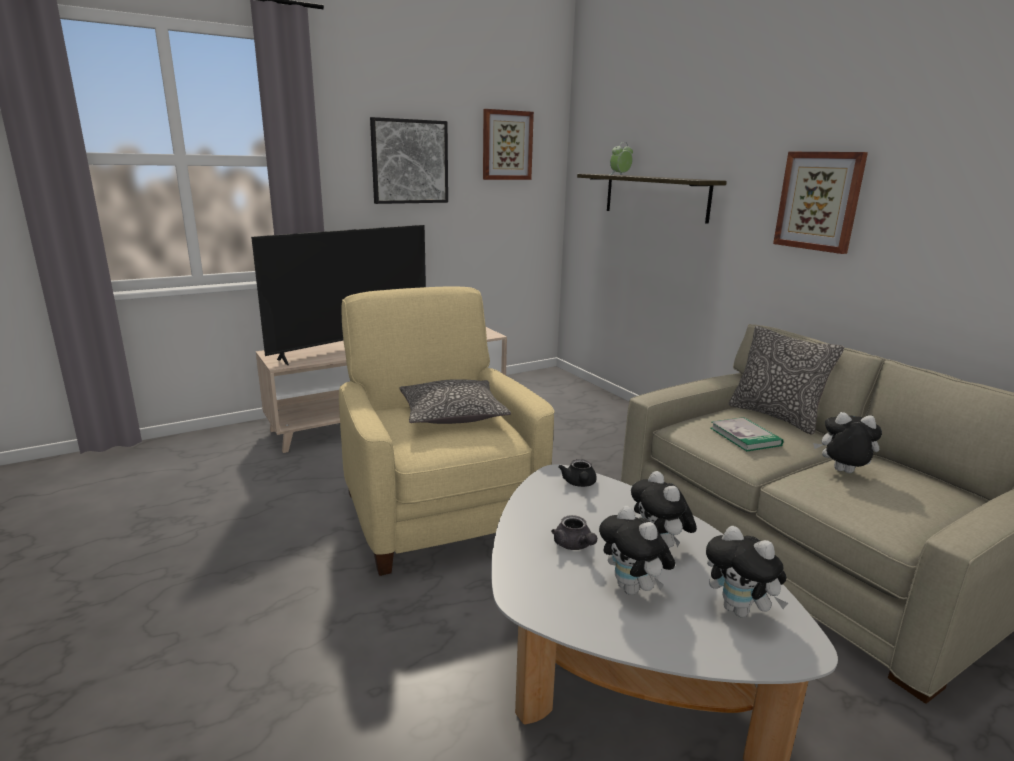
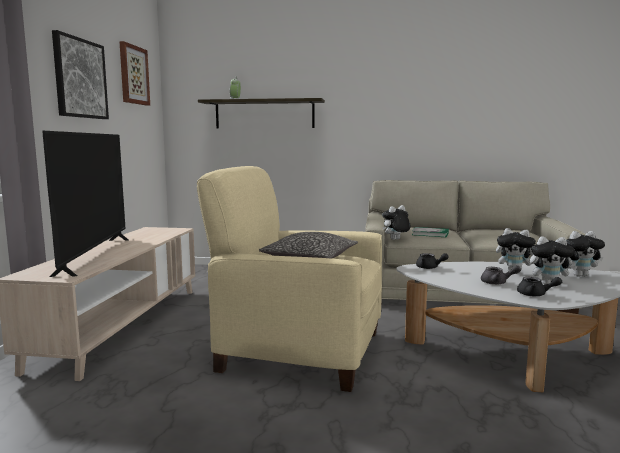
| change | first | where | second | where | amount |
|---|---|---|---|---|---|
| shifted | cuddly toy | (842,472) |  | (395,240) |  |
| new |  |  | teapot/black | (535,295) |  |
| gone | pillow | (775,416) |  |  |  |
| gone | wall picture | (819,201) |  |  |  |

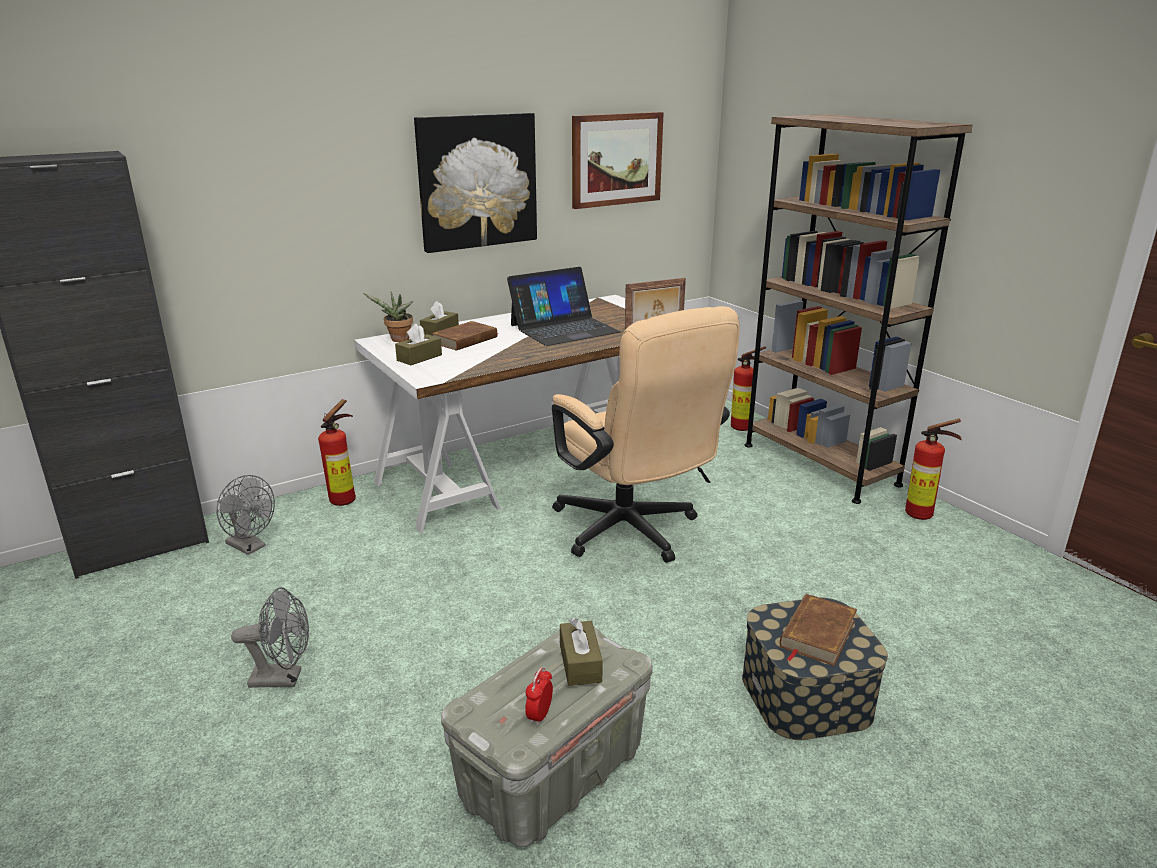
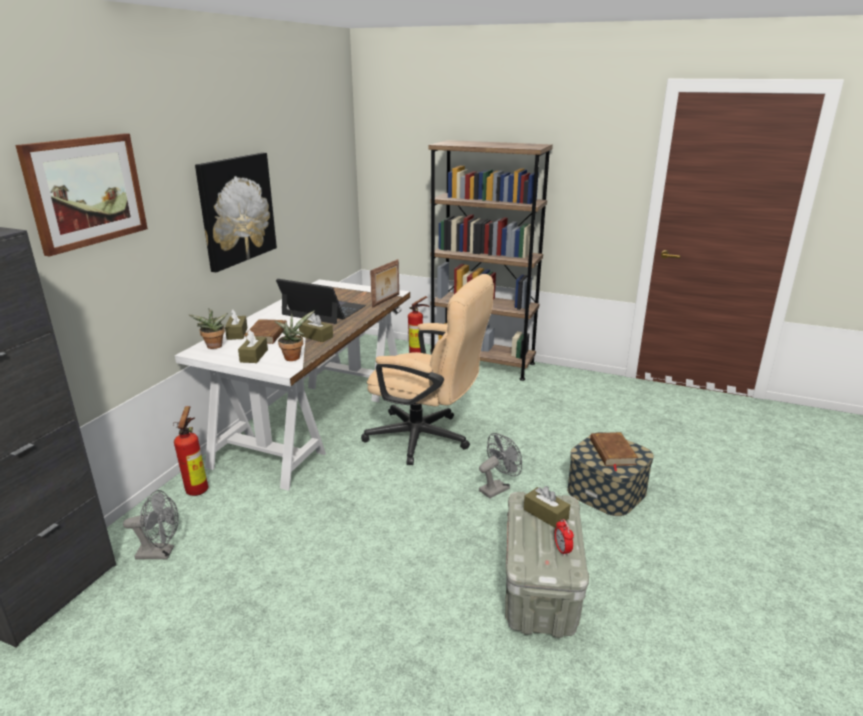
| change | first | where | second | where | amount |
|---|---|---|---|---|---|
| shifted | wall picture | (616,159) |  | (86,191) |  |
| new |  |  | plant in a pot | (293,357) |  |
| rotated | notebook computer | (564,328) |  | (323,310) | 90 degrees counterclockwise |
| new |  |  | box of tissues/brown-coloured | (316,336) |  |
| shifted | electric fan/grey | (284,678) |  | (497,488) |  |
| gone | fire extinguisher | (923,515) |  |  |  |

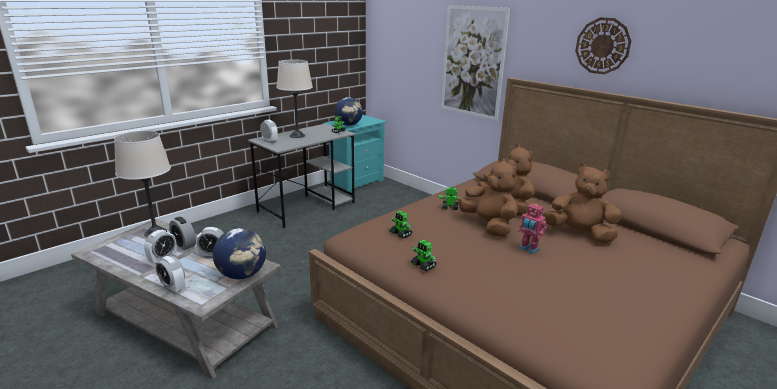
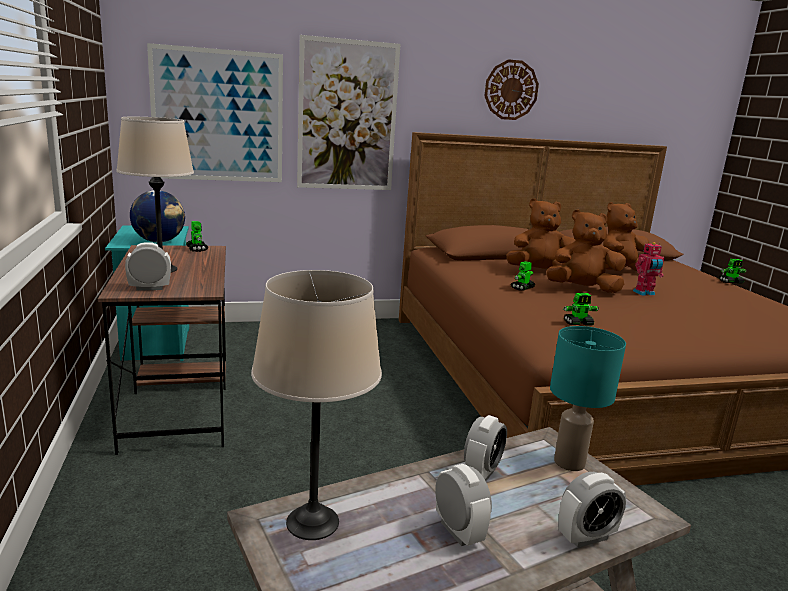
| change | first | where | second | where | amount |
|---|---|---|---|---|---|
| repainted | desk unit/grey | (307,207) | desk unit/brown-coloured | (178,404) |  |
| new |  |  | wall picture | (218,116) |  |
| swapped | desk globe | (242,275) | lamp for a table/blue-green | (568,462) |  |
| shifted | robot figure | (423,265) |  | (731,282) |  |
| gone | table clock | (184,244) |  |  |  |

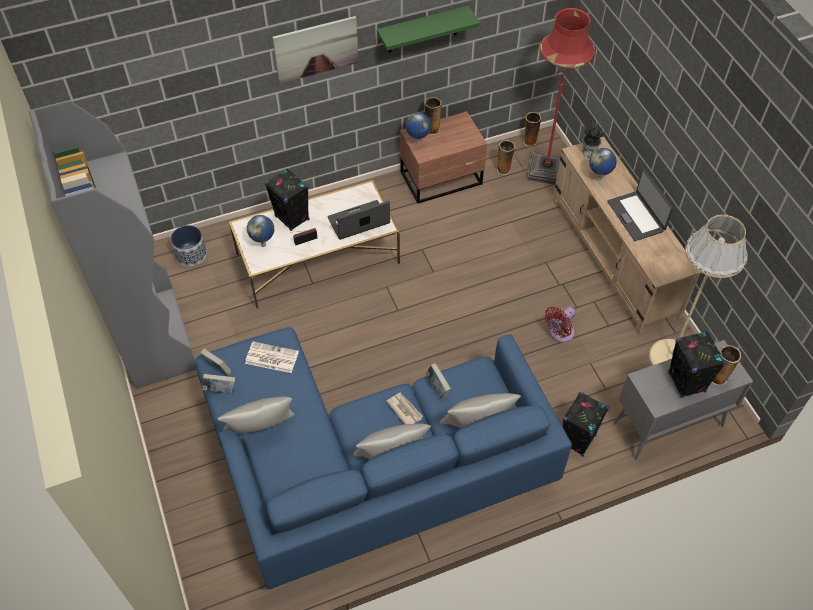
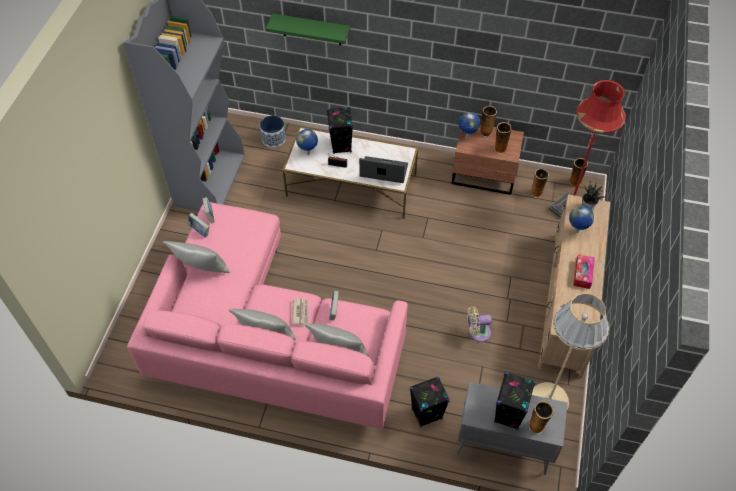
| change | first | where | second | where | amount |
|---|---|---|---|---|---|
| repainted | settee/bluish | (365,469) | settee/pink-coloured | (267,342) |  |
| shifted | bracket shelf/green | (422,30) |  | (311,29) |  |
| repainted | electric fan/red-coloured | (560,333) | electric fan/beige | (477,333) |  |
| new |  |  | decorative vase | (499,149) |  |
| swapped | notebook computer | (636,216) | box of tissues | (582,274) |  |
| gone | daily paper | (271,358) |  |  |  |
| gone | wall picture | (316,49) |  |  |  |

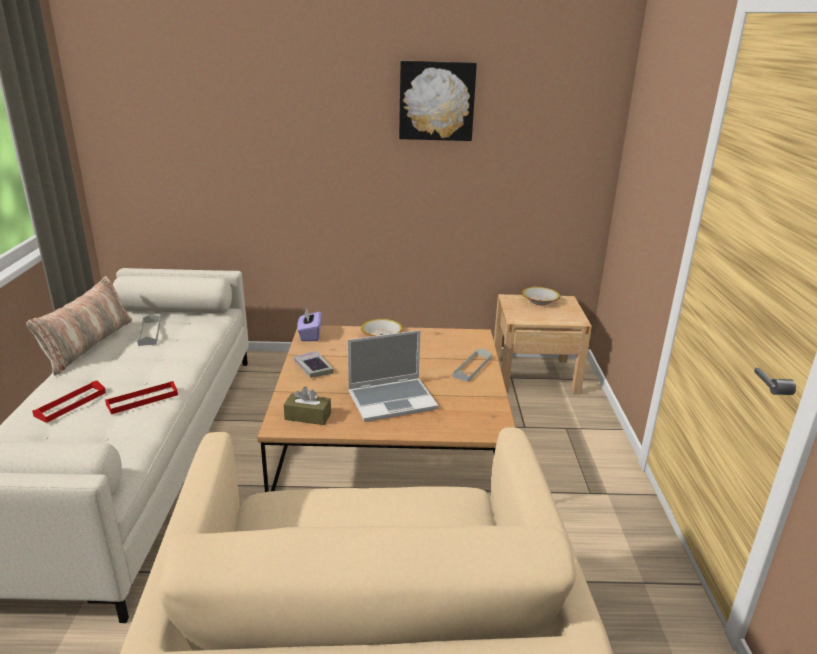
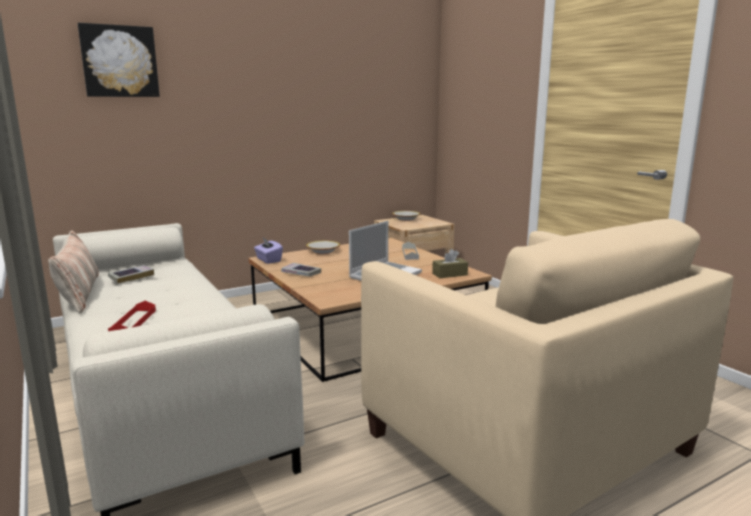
| change | first | where | second | where | amount |
|---|---|---|---|---|---|
| shifted | wall picture | (436,101) |  | (119,61) |  |
| swapped | carrying tray/grey | (149,333) | bound book | (131,277) |  |
| shifted | box of tissues/brown-coloured | (308,416) |  | (449,274) |  |
| gone | carrying tray/red-coloured | (142,400) |  |  |  |

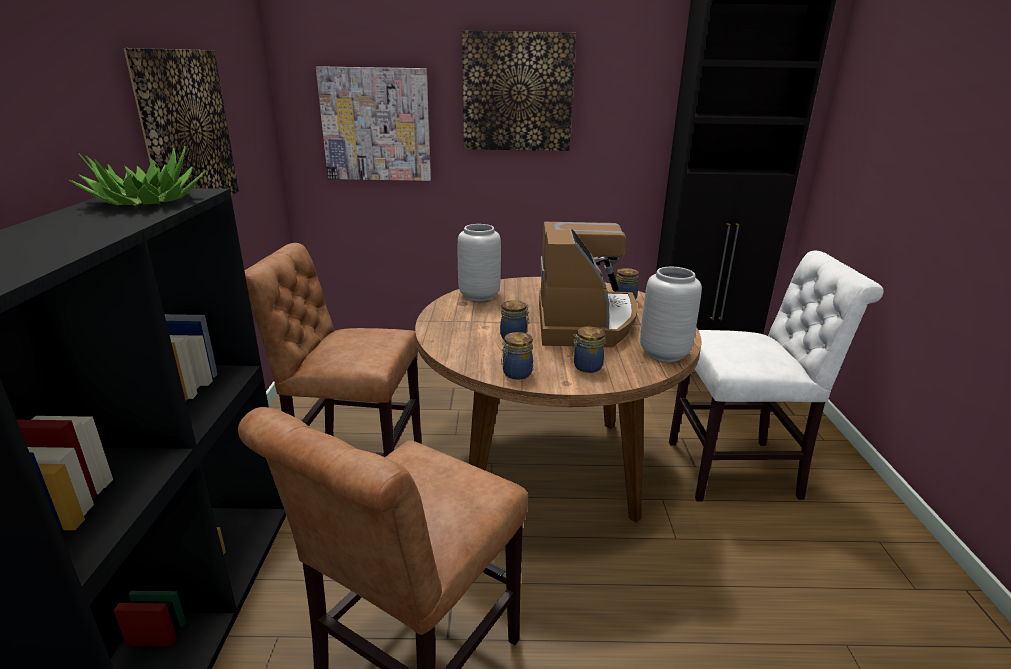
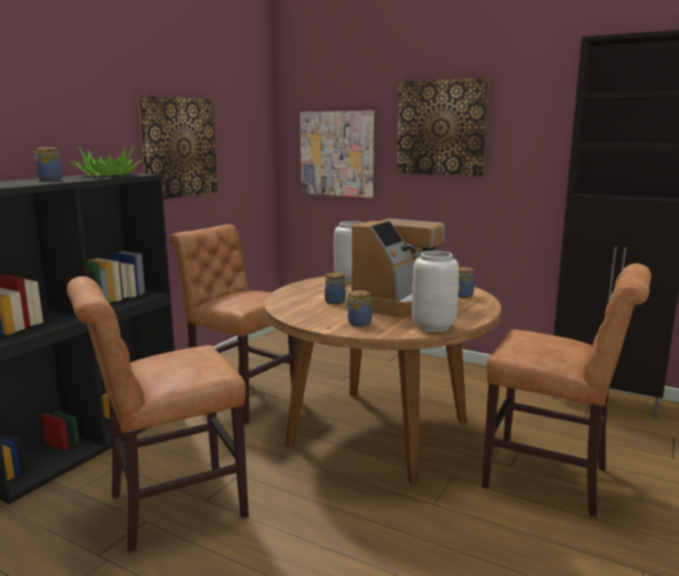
| change | first | where | second | where | amount |
|---|---|---|---|---|---|
| shifted | storage jar | (516,373) |  | (49,179) |  |
| repainted | upright chair/white-coloured | (740,470) | upright chair/brown-coloured | (553,480) |  |

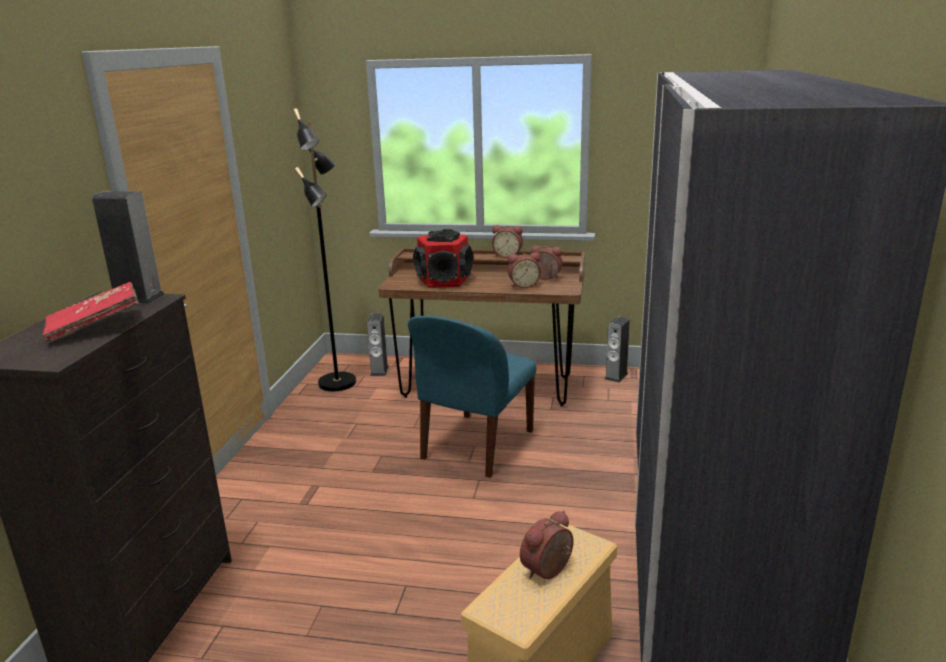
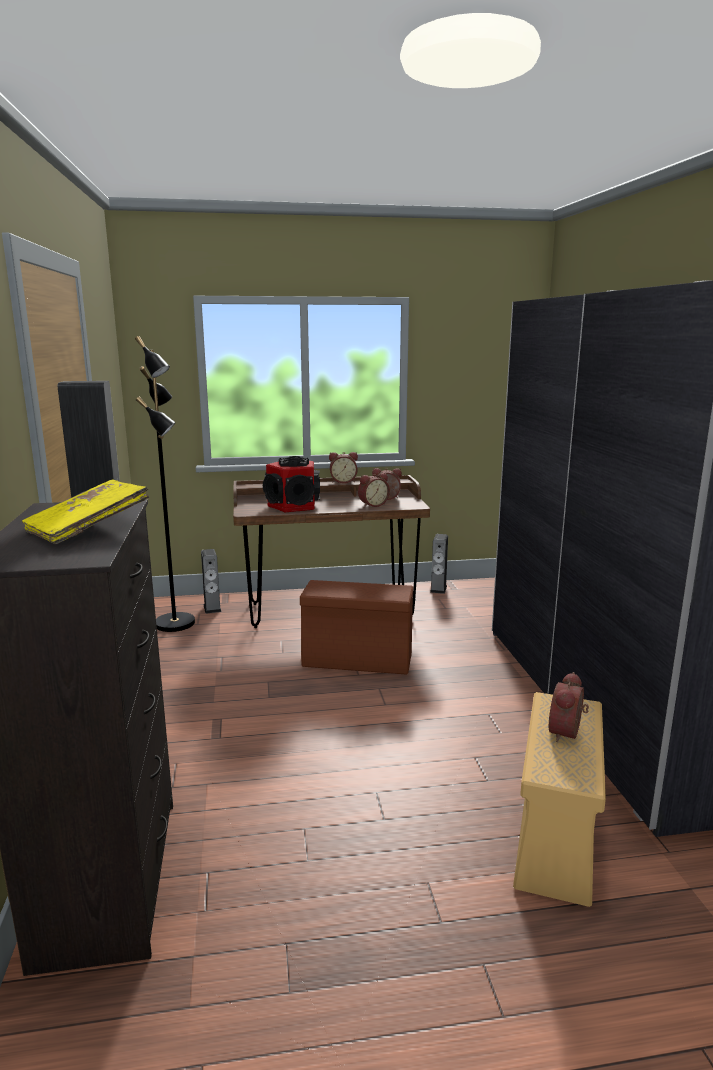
| change | first | where | second | where | amount |
|---|---|---|---|---|---|
| repainted | bound book/red-coloured | (95,327) | bound book/yellow | (88,529) |  |
| swapped | upright chair/bluish | (476,446) | storage box/brown-coloured | (355,660) |  |

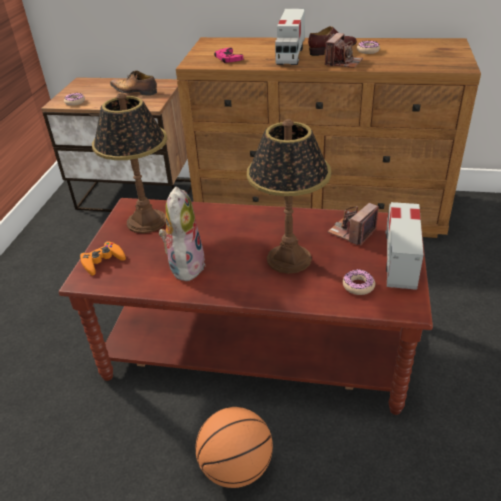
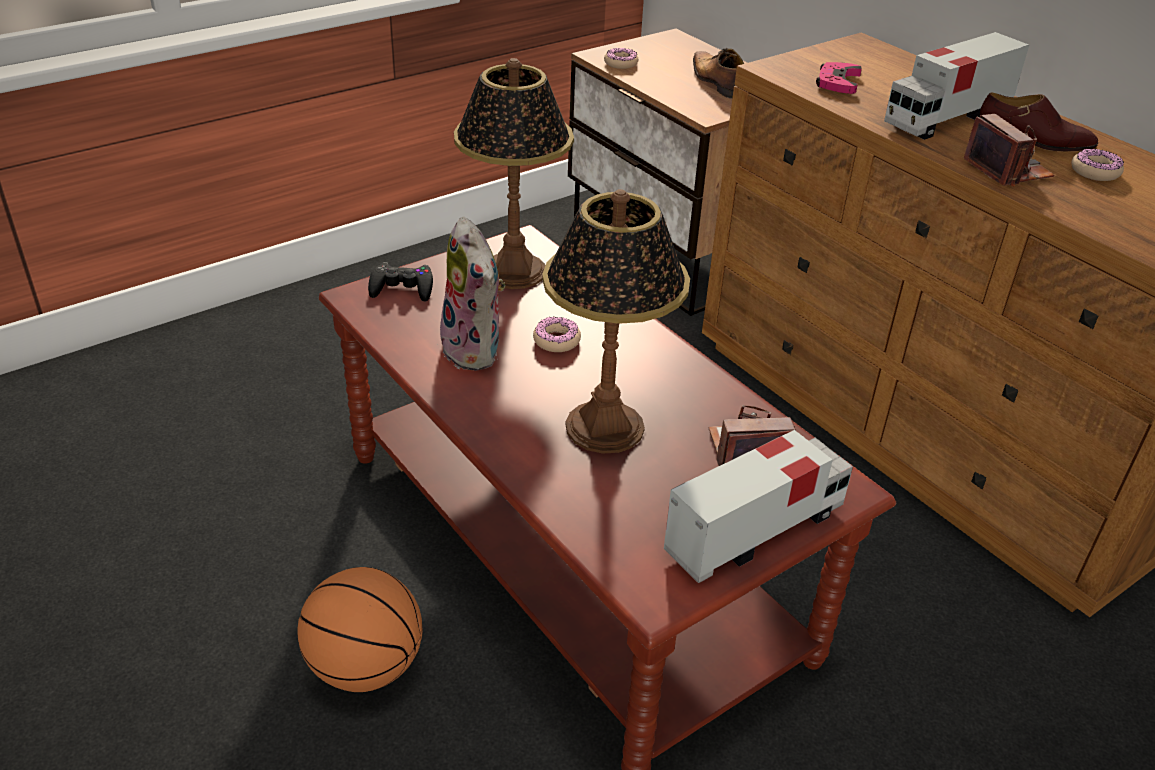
| change | first | where | second | where | amount |
|---|---|---|---|---|---|
| repainted | game controller/orange | (102,261) | game controller/black | (402,288) |  |
| rotated | cuddly toy | (185,265) |  | (476,351) | 105 degrees clockwise |
| shifted | ring doughnut | (358,286) |  | (556,340) |  |
| rotated | photo camera | (343,62) |  | (1007,170) | 90 degrees counterclockwise |

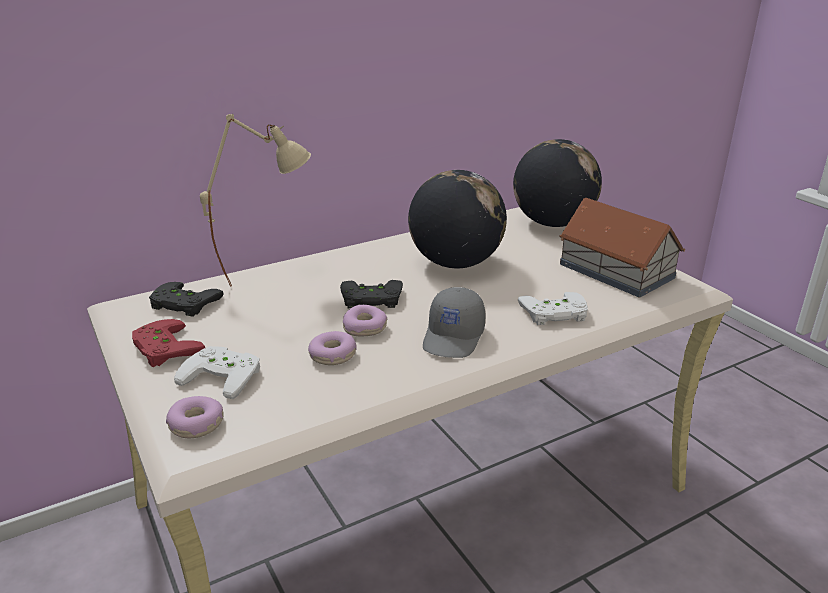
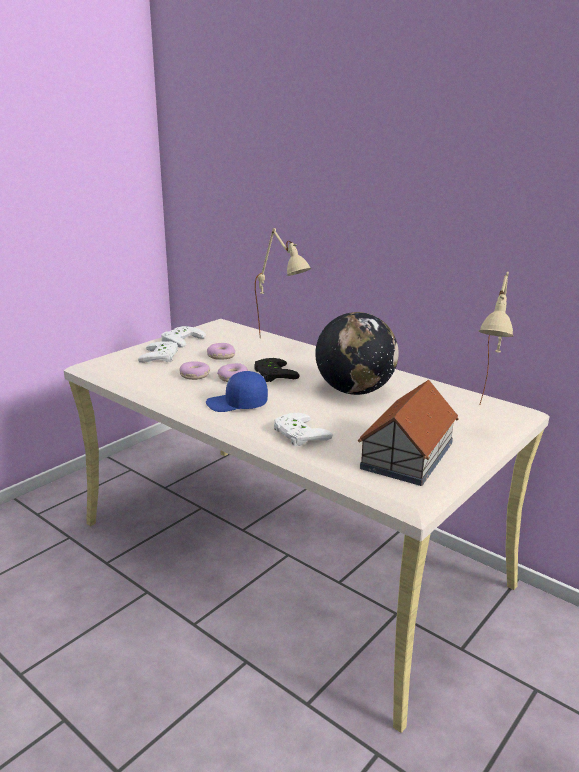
| change | first | where | second | where | amount |
|---|---|---|---|---|---|
| repainted | game controller/red-coloured | (162,349) | game controller/white-coloured | (180,339) |  |
| repainted | peaked cap/grey | (454,337) | peaked cap/bluish | (237,404) |  |
| shifted | ring doughnut | (196,425) |  | (220,356) |  |
| swapped | desk globe | (553,223) | lamp for a table/beige | (486,419) |  |
| gone | game controller/black | (182,304) |  |  |  |

